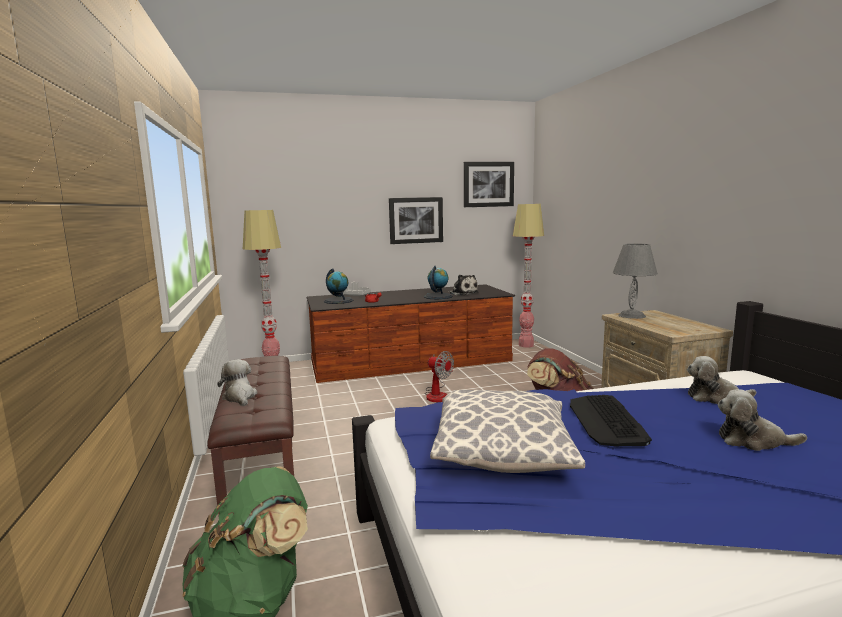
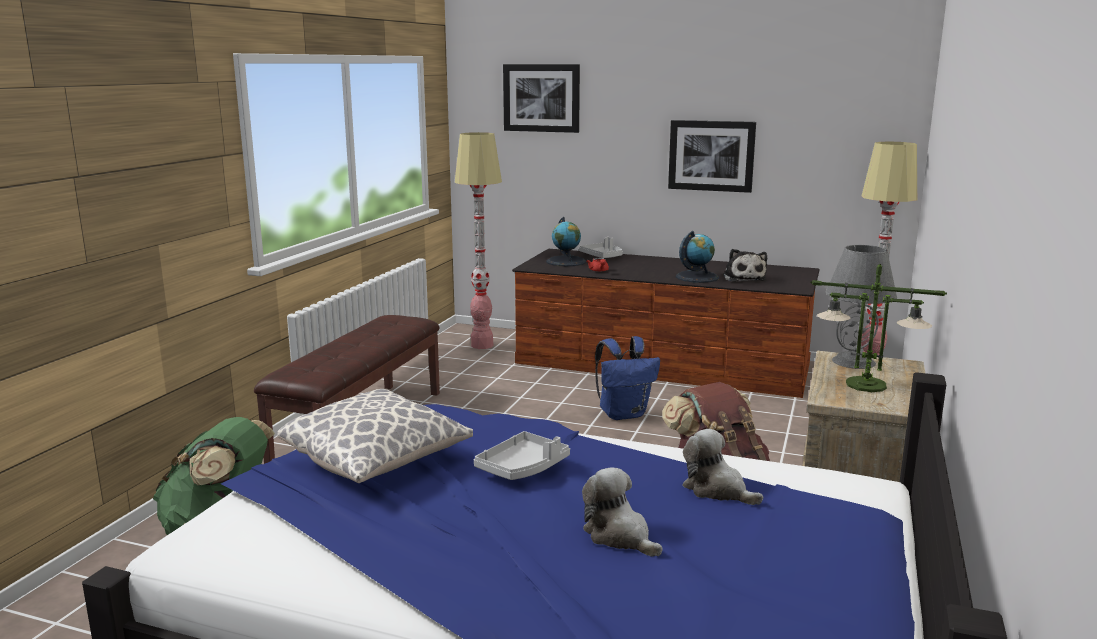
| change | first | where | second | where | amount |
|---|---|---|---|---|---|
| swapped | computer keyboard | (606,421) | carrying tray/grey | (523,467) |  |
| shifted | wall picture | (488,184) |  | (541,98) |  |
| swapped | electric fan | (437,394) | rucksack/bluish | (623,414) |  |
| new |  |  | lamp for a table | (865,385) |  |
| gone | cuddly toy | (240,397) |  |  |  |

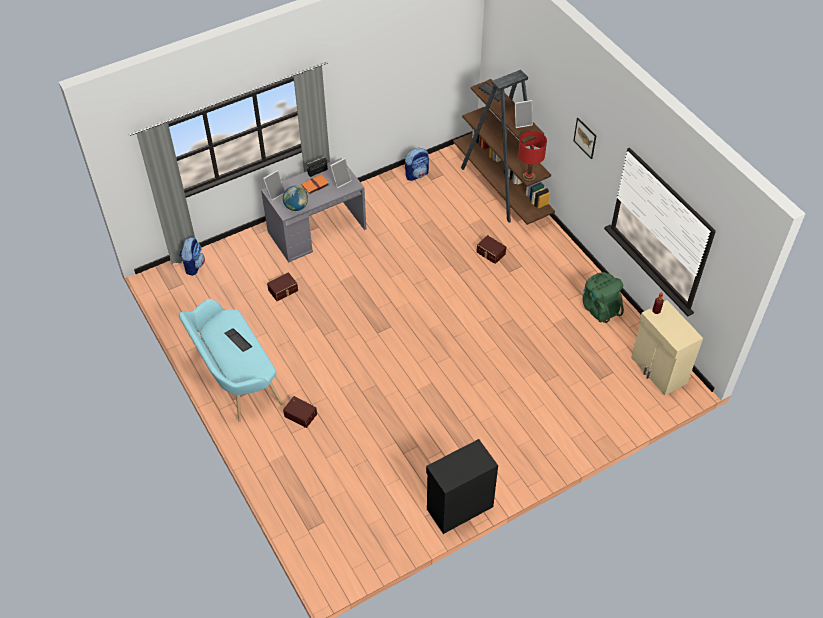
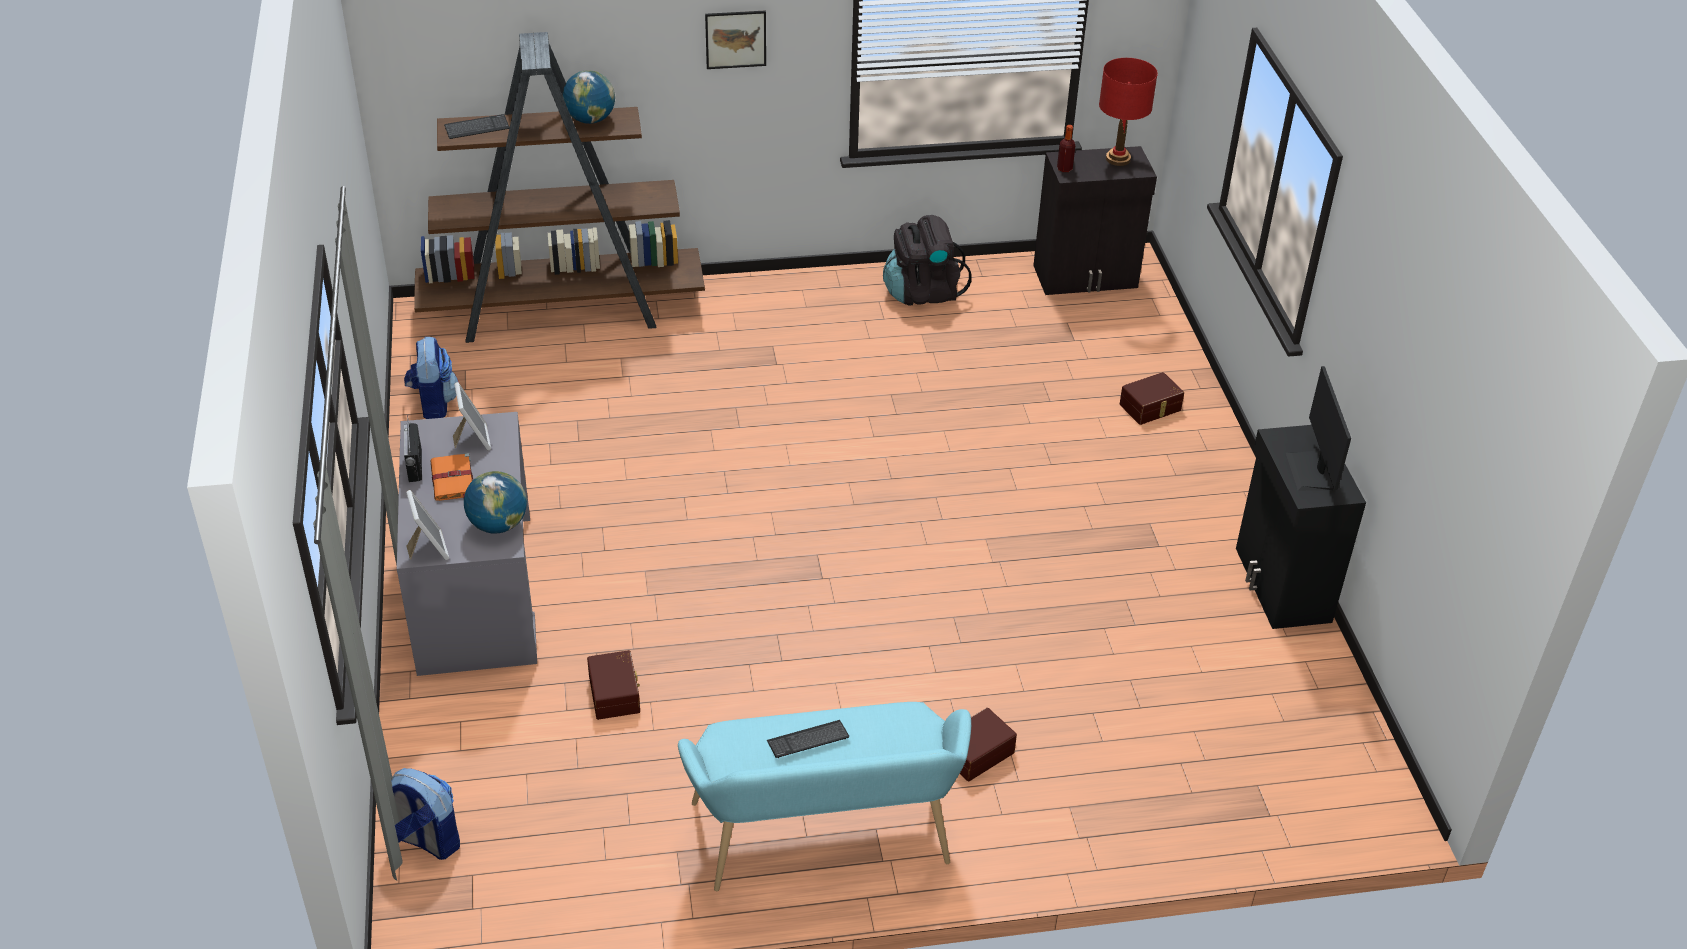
| change | first | where | second | where | amount |
|---|---|---|---|---|---|
| swapped | picture frame | (522,122) | desk globe | (590,119) |  |
| repainted | rucksack/green | (599,308) | rucksack/black | (923,292) |  |
| repainted | cupboard/beige | (658,371) | cupboard/black | (1086,277) |  |
| shifted | lamp for a table/red-coloured | (529,177) |  | (1118,159) |  |
| shifted | storage box/brown-coloured | (490,253) |  | (1151,408) |  |
| new |  |  | computer display | (1310,471) |  |

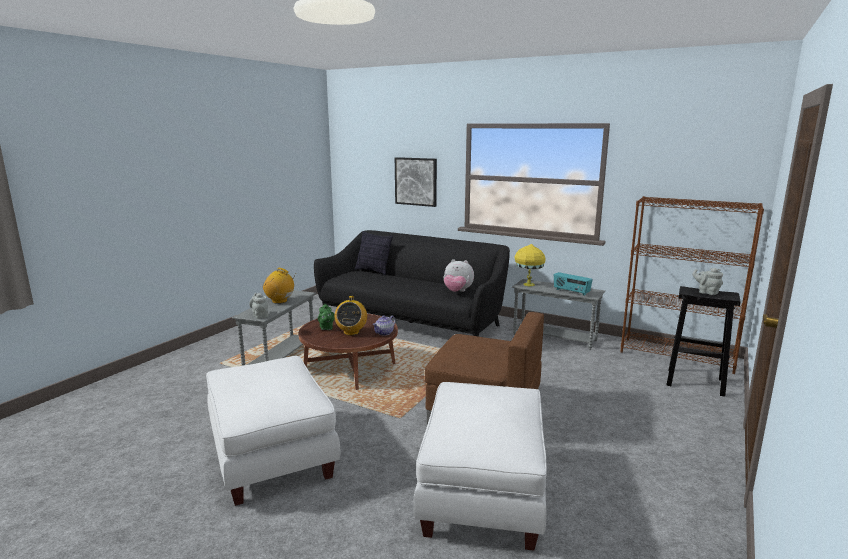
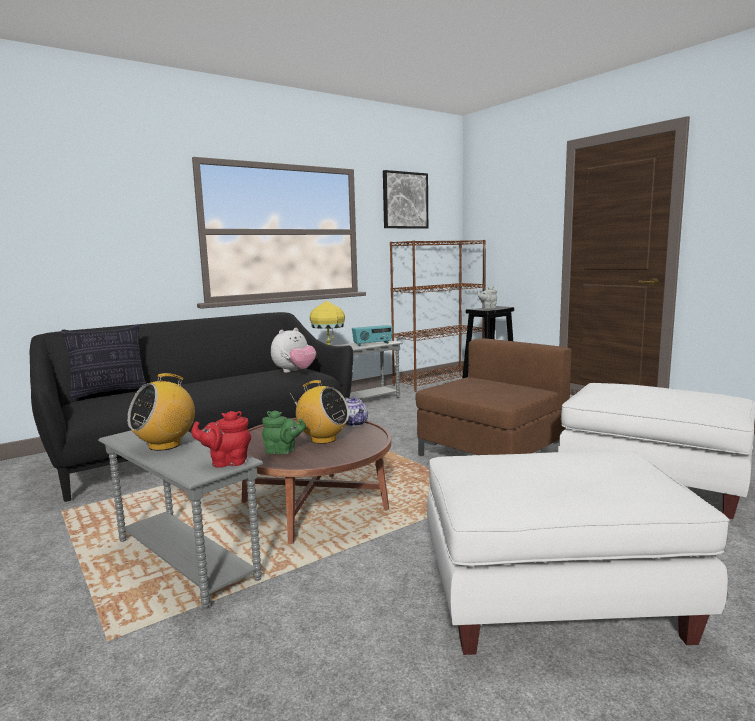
| change | first | where | second | where | amount |
|---|---|---|---|---|---|
| repainted | teapot/grey | (260,315) | teapot/red-coloured | (226,462) |  |
| shifted | wall picture | (416,181) |  | (405,200) |  |

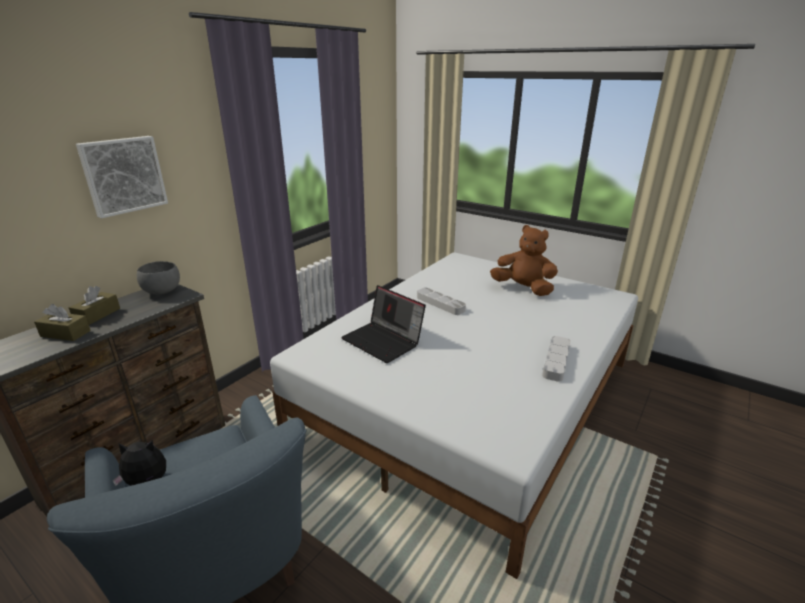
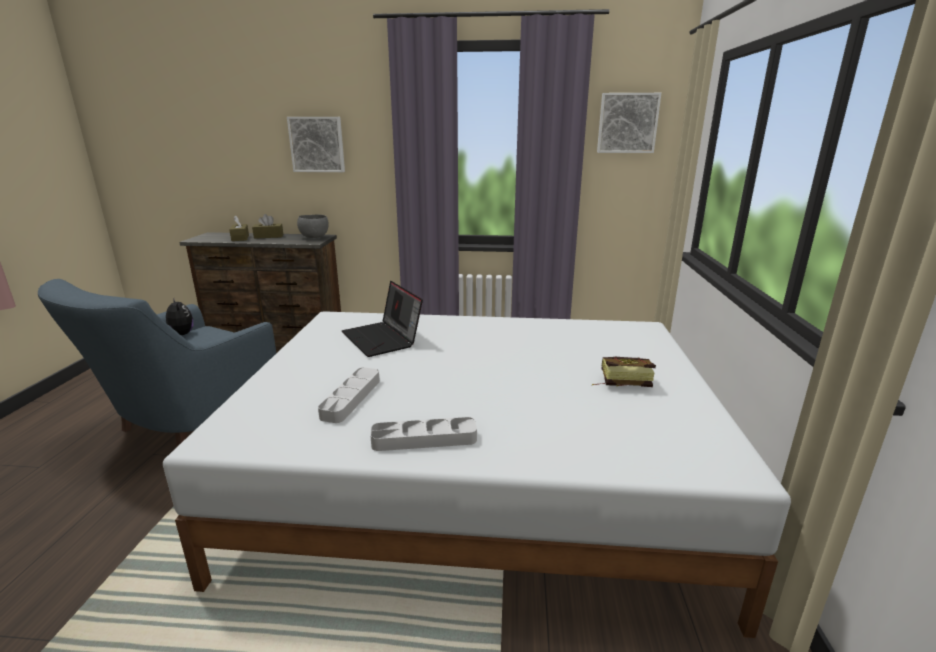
| change | first | where | second | where | amount |
|---|---|---|---|---|---|
| shifted | carrying tray/grey | (440,304) |  | (351,398) |  |
| rotated | notebook computer | (384,341) |  | (383,339) | 45 degrees counterclockwise |
| swapped | cuddly toy/brown-coloured | (523,288) | bound book | (619,382) |  |
| new |  |  | wall picture | (627,123) |  |

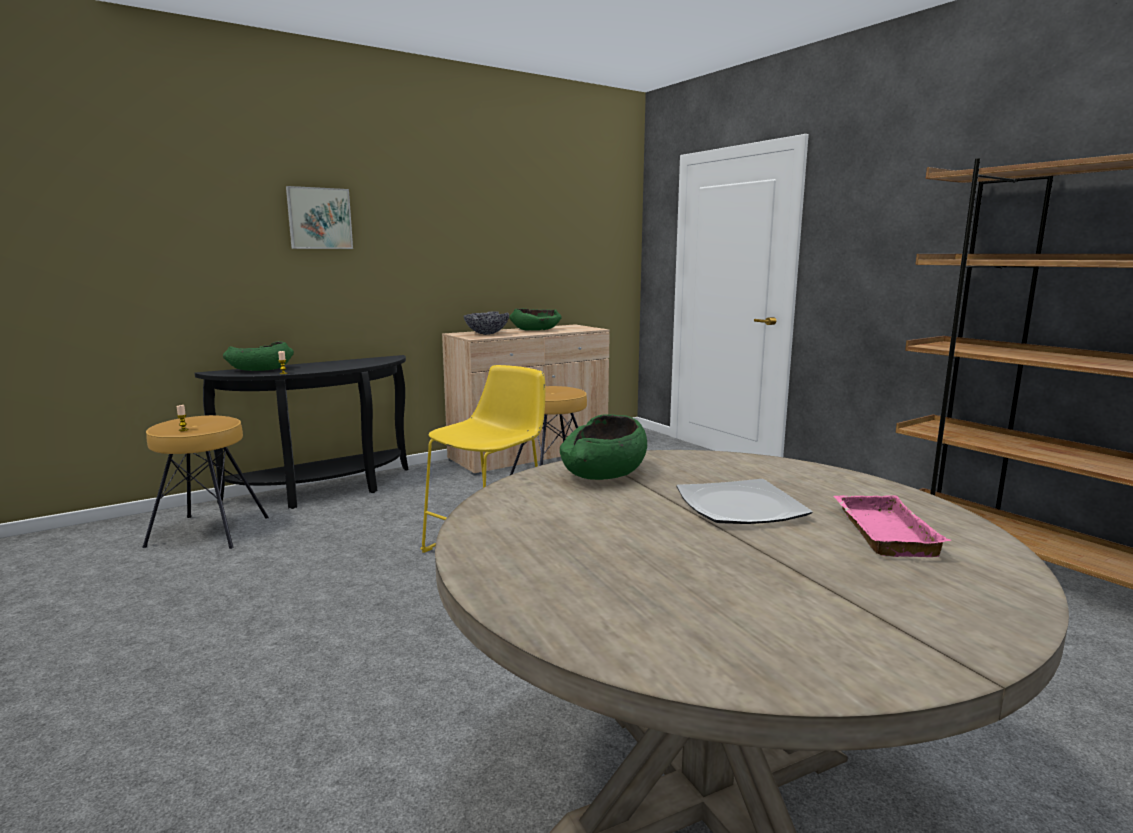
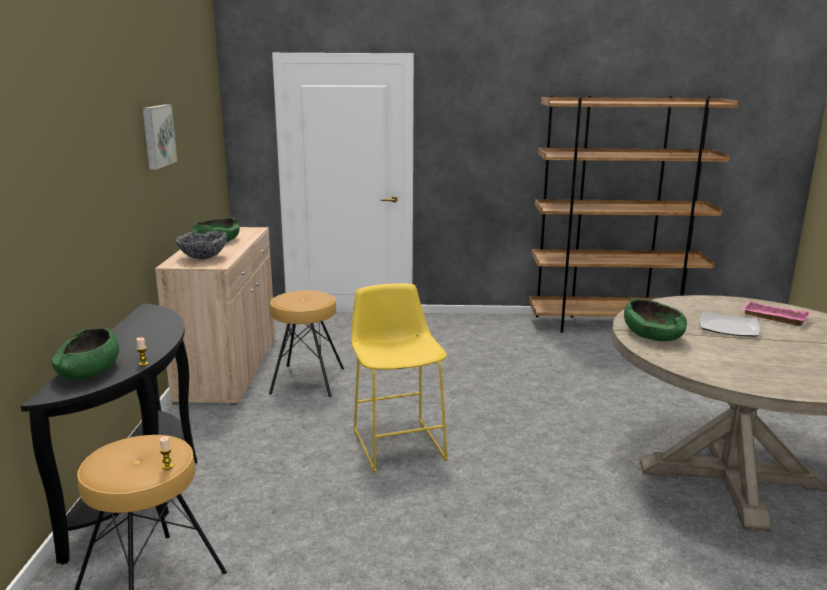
| change | first | where | second | where | amount |
|---|---|---|---|---|---|
| shifted | wall picture | (319,218) |  | (157,136) |  |

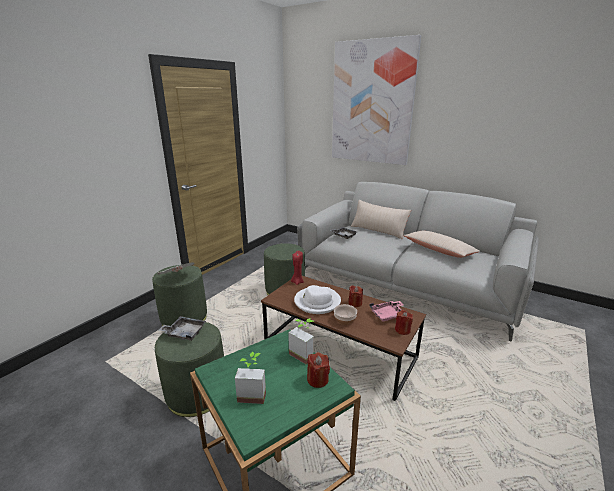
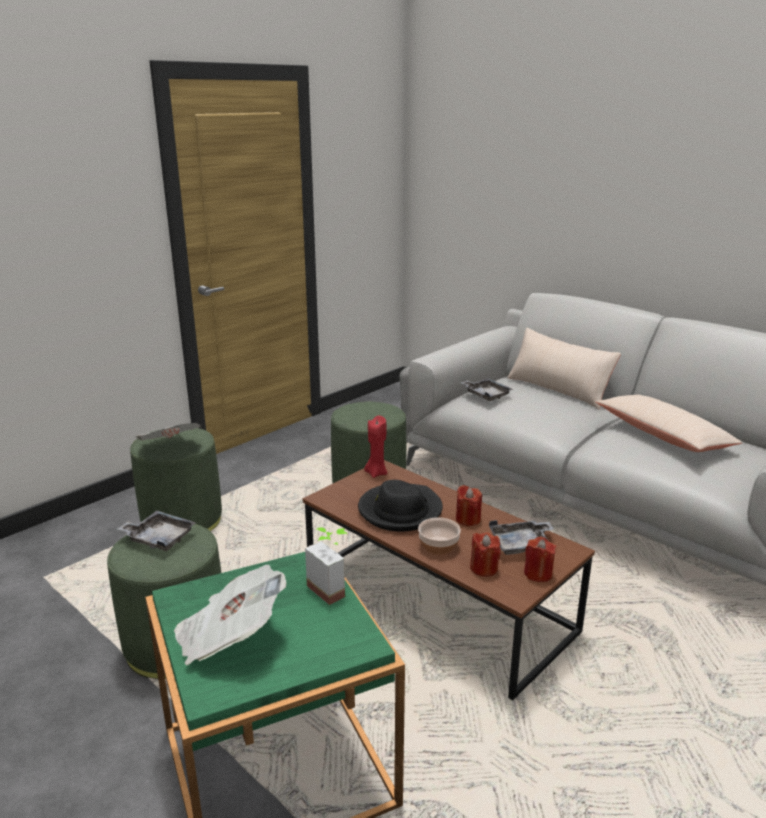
| change | first | where | second | where | amount |
|---|---|---|---|---|---|
| swapped | plant in a pot | (253,393) | daily paper | (229,637) |  |
| repainted | hat/white-coloured | (317,302) | hat/black | (400,510) |  |
| shifted | wax candle/red-coloured | (317,380) |  | (484,568) |  |
| repainted | carrying tray/pink-coloured | (388,315) | carrying tray/grey | (521,545) |  |
| gone | wall picture | (372,103) |  |  |  |

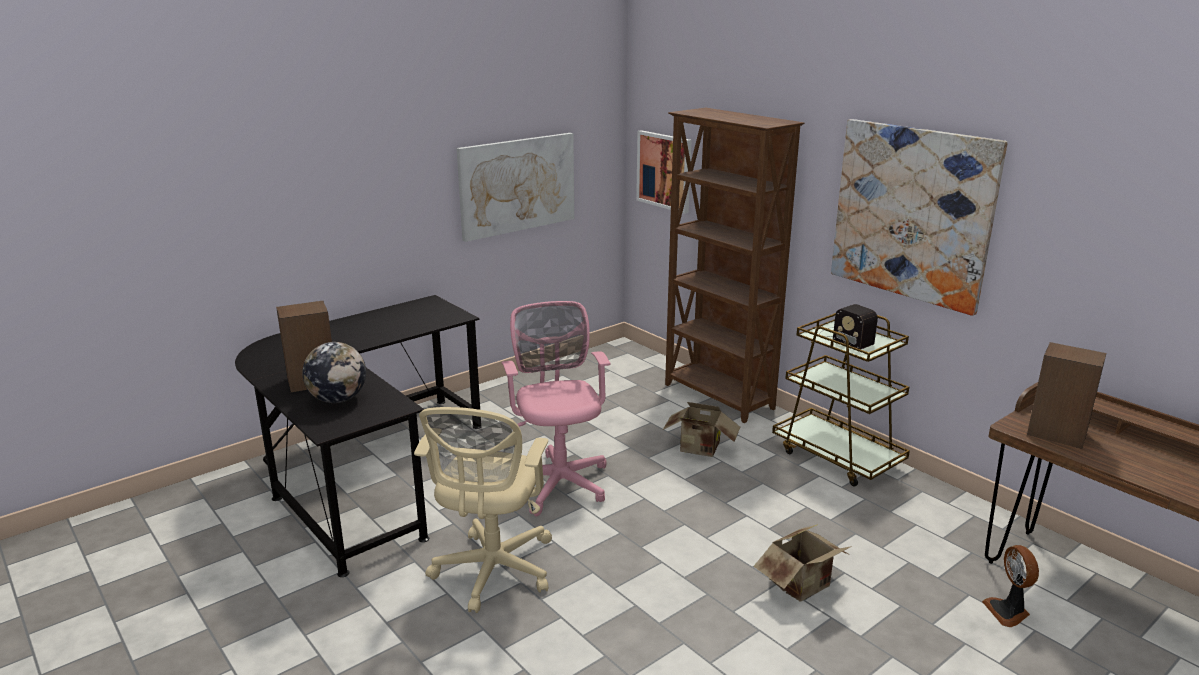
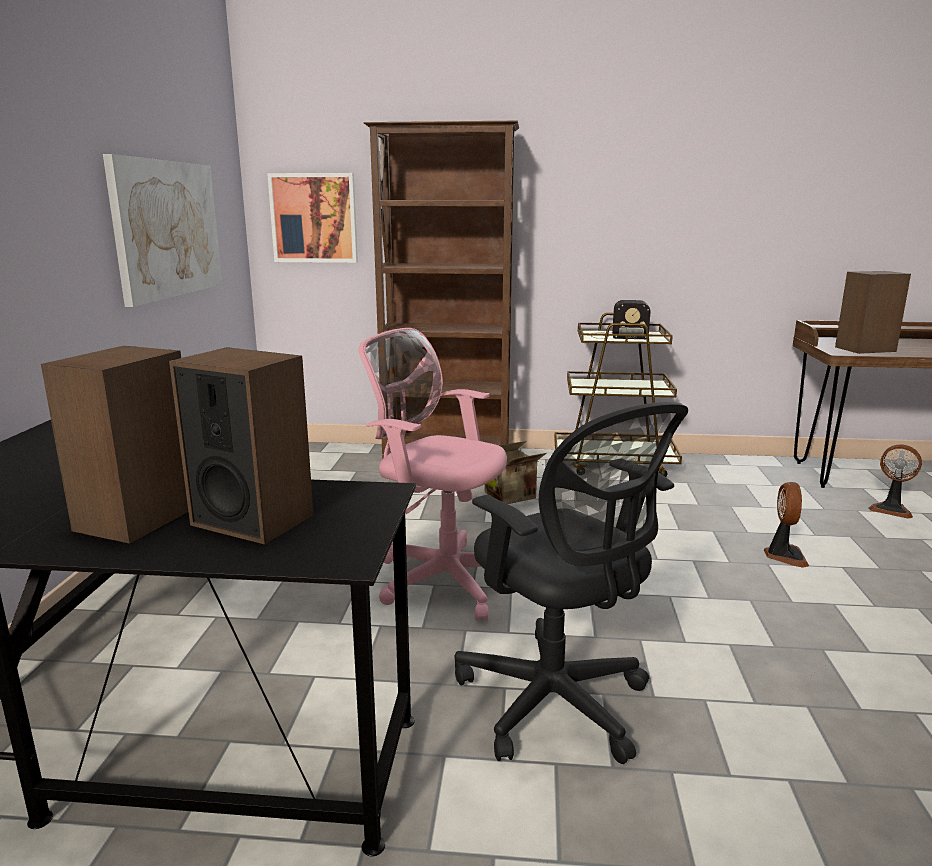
| change | first | where | second | where | amount |
|---|---|---|---|---|---|
| swapped | desk globe | (338,399) | loudspeaker | (253,520) |  |
| repainted | desk chair/beige | (492,573) | desk chair/black | (557,705) |  |
| swapped | packing box | (803,586) | electric fan | (784,556) |  |
| gone | wall picture | (912,213) |  |  |  |

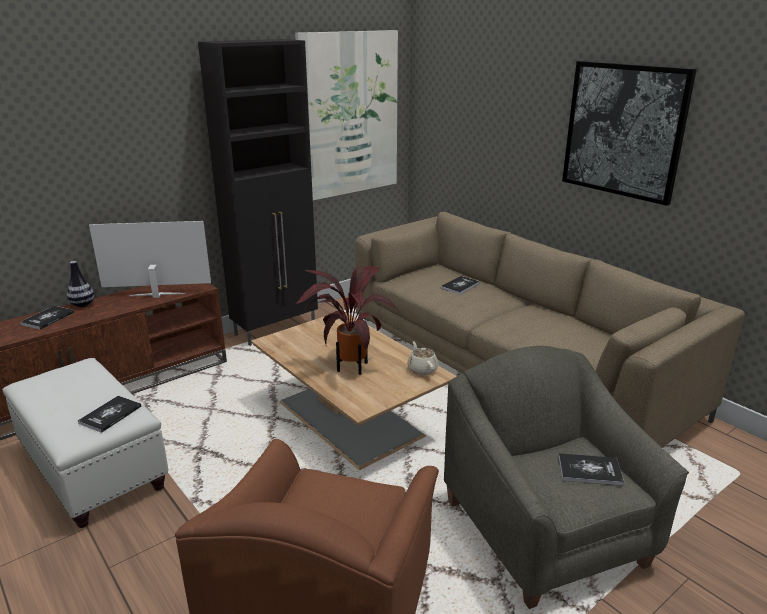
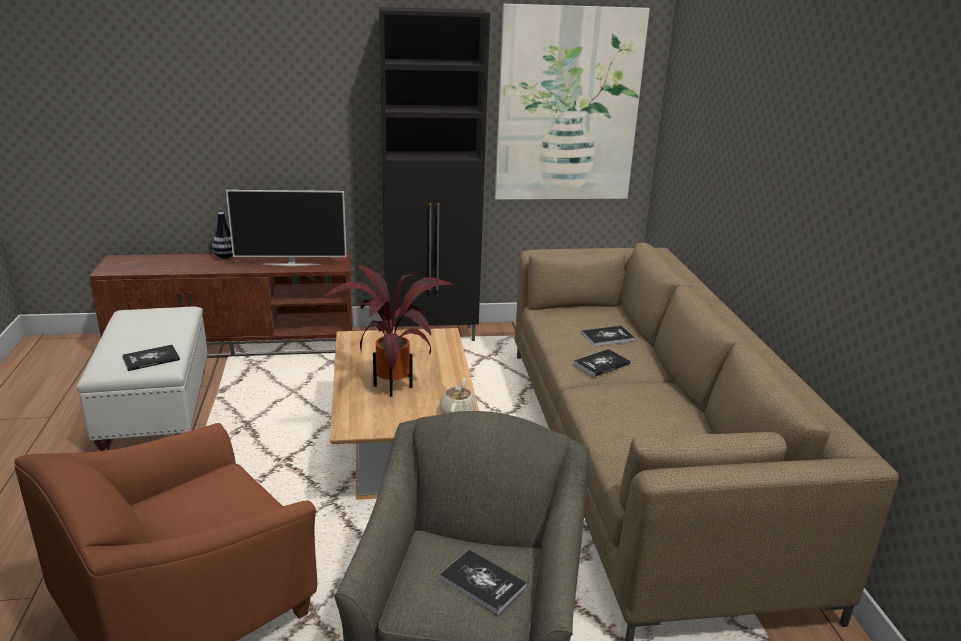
| change | first | where | second | where | amount |
|---|---|---|---|---|---|
| rotated | TV set | (157,295) |  | (291,264) | 150 degrees clockwise |
| shifted | bound book | (47,318) |  | (601,364) |  |
| gone | wall picture | (623,130) |  |  |  |

